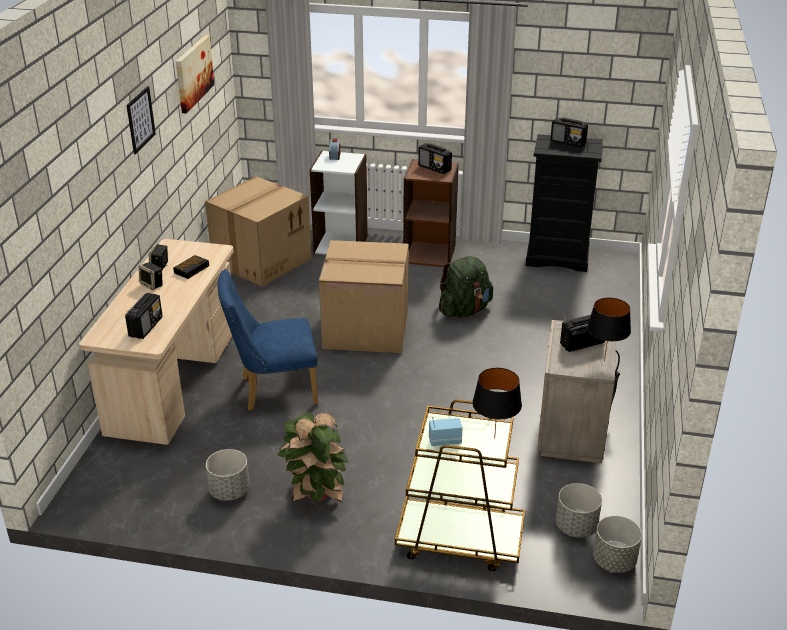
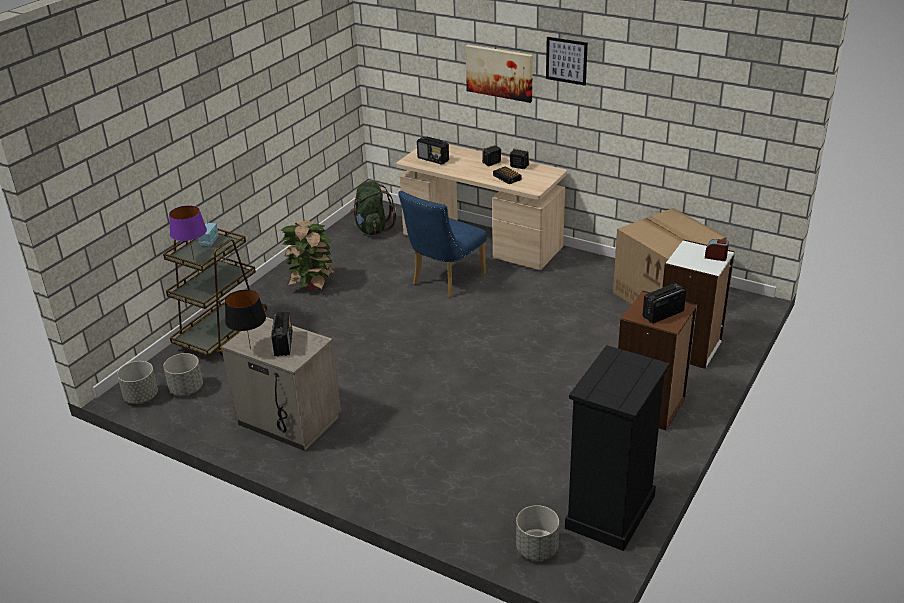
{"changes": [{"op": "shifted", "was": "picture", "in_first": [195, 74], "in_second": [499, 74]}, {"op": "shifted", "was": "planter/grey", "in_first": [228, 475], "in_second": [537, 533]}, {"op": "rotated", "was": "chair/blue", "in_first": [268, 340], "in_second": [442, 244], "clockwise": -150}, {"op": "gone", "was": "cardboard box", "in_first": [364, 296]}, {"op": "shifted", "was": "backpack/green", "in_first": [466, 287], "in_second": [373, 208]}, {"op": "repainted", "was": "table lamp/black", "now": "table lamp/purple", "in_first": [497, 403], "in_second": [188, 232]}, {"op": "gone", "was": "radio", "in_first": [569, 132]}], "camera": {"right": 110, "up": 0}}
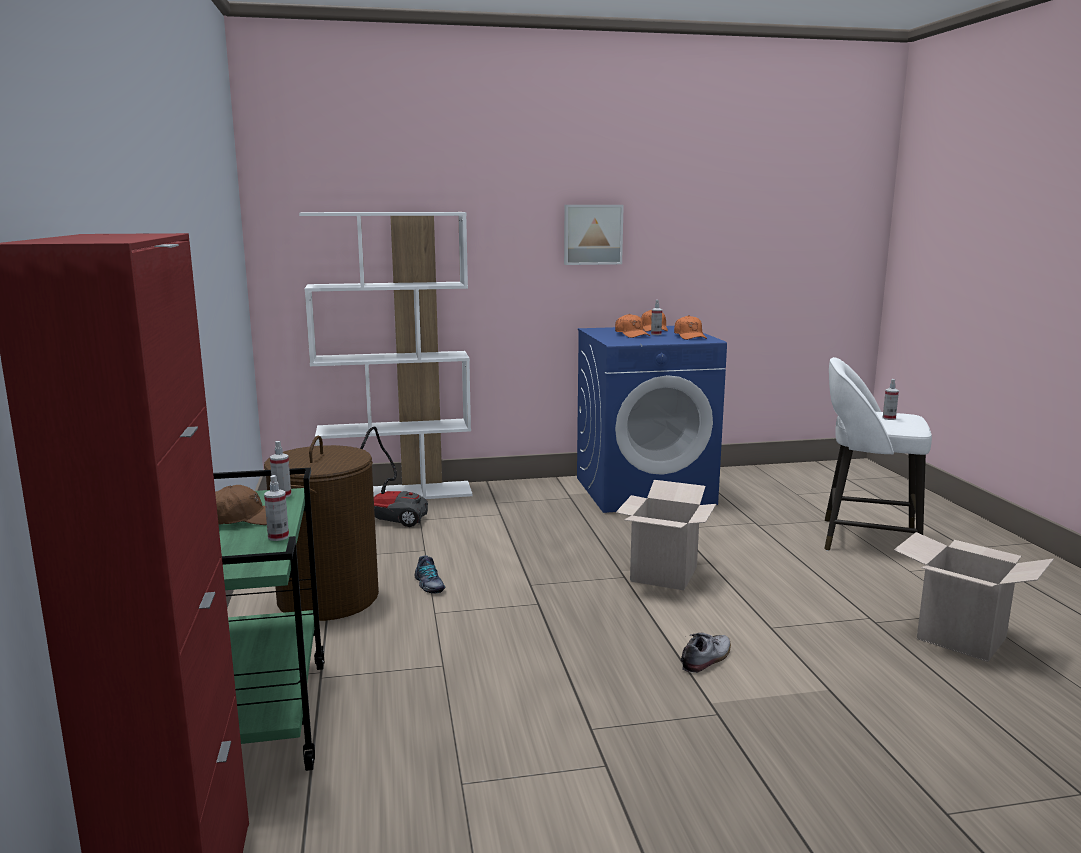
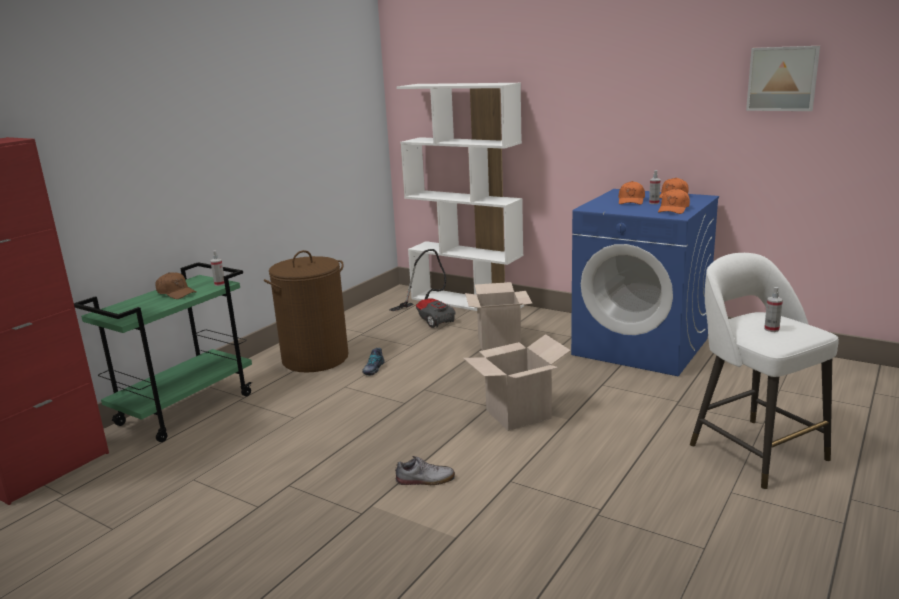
{"changes": [{"op": "gone", "was": "spray bottle", "in_first": [276, 508]}, {"op": "shifted", "was": "picture", "in_first": [594, 235], "in_second": [783, 78]}, {"op": "shifted", "was": "cardboard box", "in_first": [974, 597], "in_second": [498, 316]}], "camera": {"right": 45, "up": 5}}
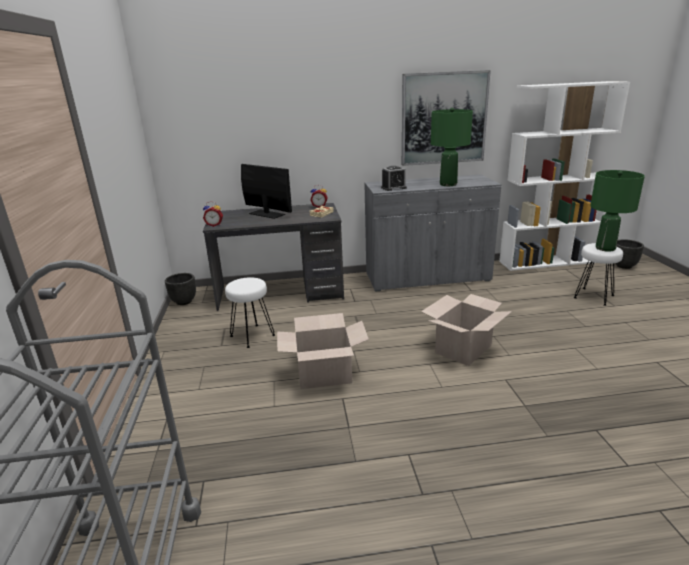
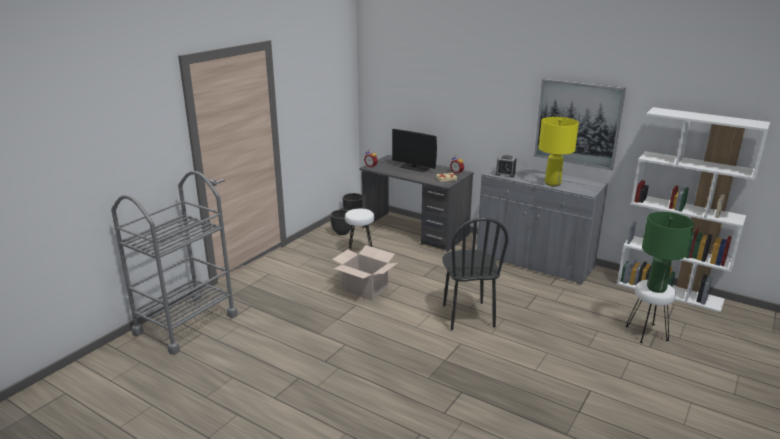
{"changes": [{"op": "rotated", "was": "monitor", "in_first": [266, 191], "in_second": [414, 150], "clockwise": 135}, {"op": "swapped", "was": "cardboard box", "now": "chair/black", "in_first": [466, 330], "in_second": [475, 273]}, {"op": "repainted", "was": "table lamp/green", "now": "table lamp/yellow", "in_first": [452, 147], "in_second": [559, 151]}, {"op": "shifted", "was": "planter/black", "in_first": [630, 254], "in_second": [341, 222]}], "camera": {"right": 40, "up": 0}}
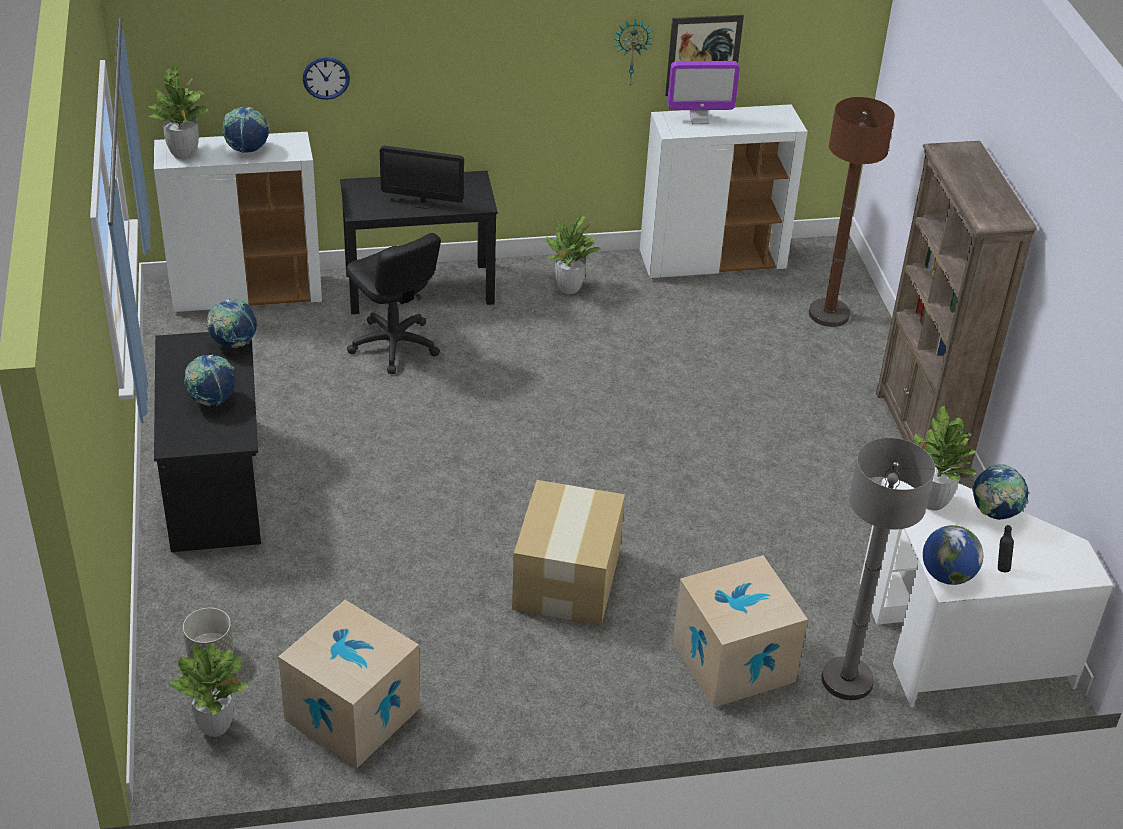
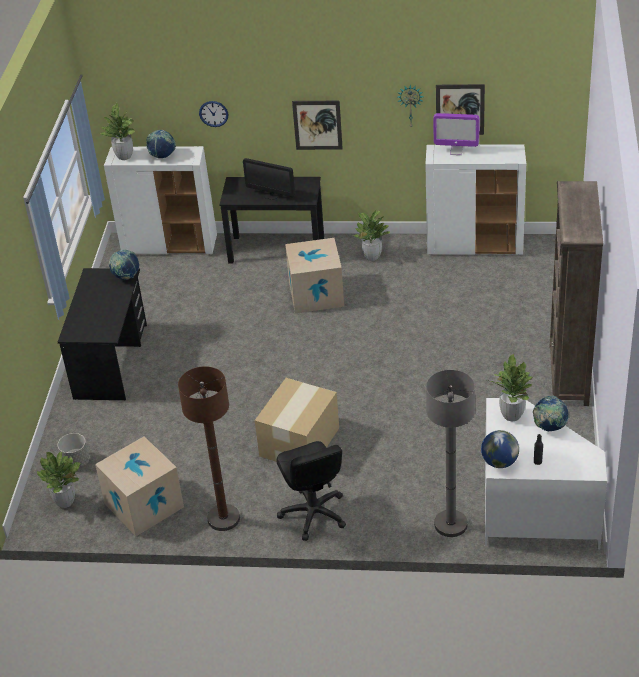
{"changes": [{"op": "gone", "was": "globe", "in_first": [209, 380]}, {"op": "shifted", "was": "office chair/black", "in_first": [393, 303], "in_second": [311, 491]}, {"op": "shifted", "was": "cardboard box", "in_first": [740, 631], "in_second": [314, 275]}, {"op": "shifted", "was": "floor lamp/brown", "in_first": [852, 212], "in_second": [209, 448]}, {"op": "new", "now": "picture", "in_second": [317, 125]}], "camera": {"right": 20, "up": 0}}
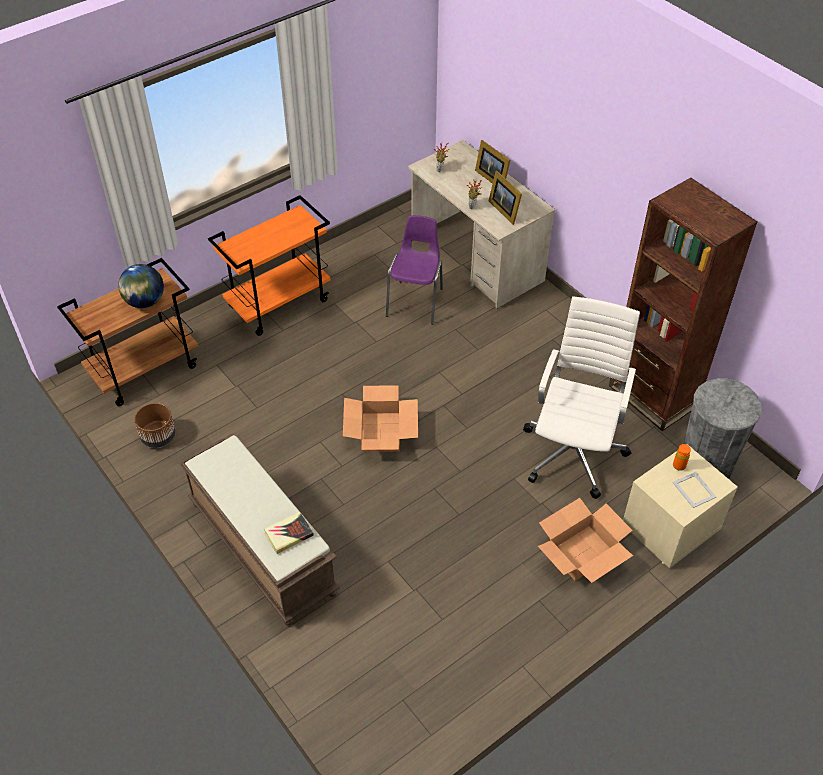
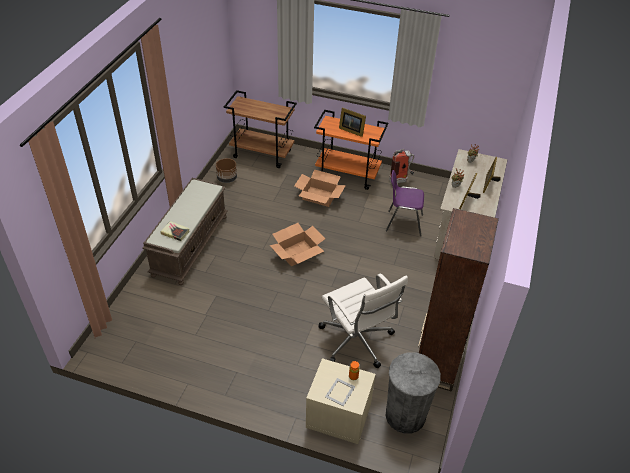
{"changes": [{"op": "gone", "was": "globe", "in_first": [141, 286]}, {"op": "rotated", "was": "chair/purple", "in_first": [414, 270], "in_second": [405, 203], "clockwise": -150}, {"op": "rotated", "was": "office chair/white", "in_first": [581, 397], "in_second": [363, 320], "clockwise": 75}, {"op": "shifted", "was": "cardboard box", "in_first": [585, 540], "in_second": [320, 188]}, {"op": "new", "now": "picture frame", "in_second": [352, 122]}, {"op": "new", "now": "fire extinguisher", "in_second": [401, 166]}], "camera": {"right": 55, "up": -5}}
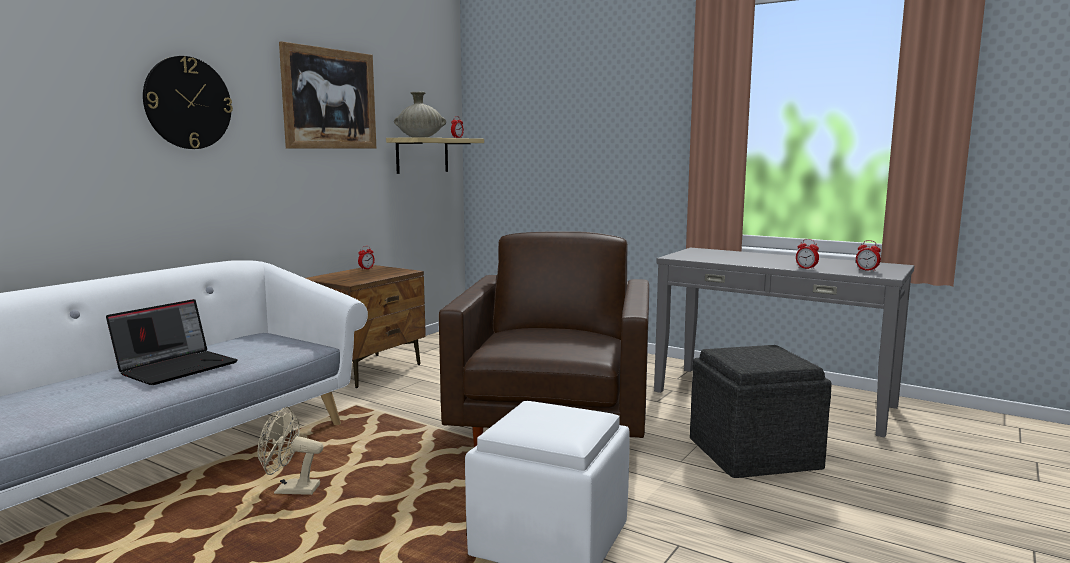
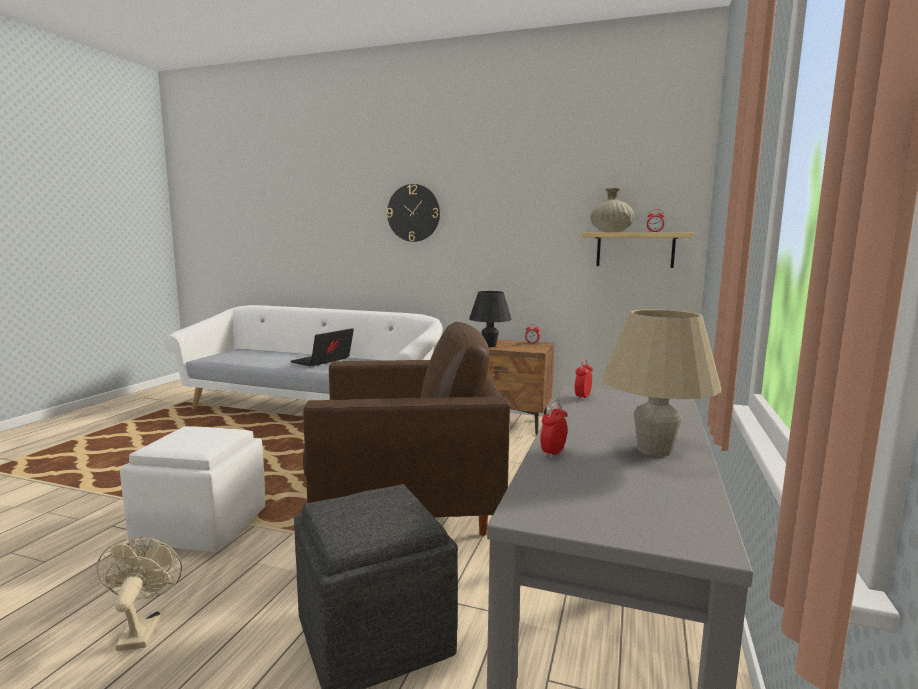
{"changes": [{"op": "rotated", "was": "laptop", "in_first": [172, 342], "in_second": [322, 347], "clockwise": 105}, {"op": "shifted", "was": "fan/beige", "in_first": [290, 451], "in_second": [139, 594]}, {"op": "gone", "was": "picture", "in_first": [327, 95]}, {"op": "shifted", "was": "alarm clock", "in_first": [868, 256], "in_second": [584, 379]}, {"op": "new", "now": "table lamp/black", "in_second": [490, 319]}, {"op": "new", "now": "table lamp/beige", "in_second": [661, 383]}], "camera": {"right": 75, "up": 0}}
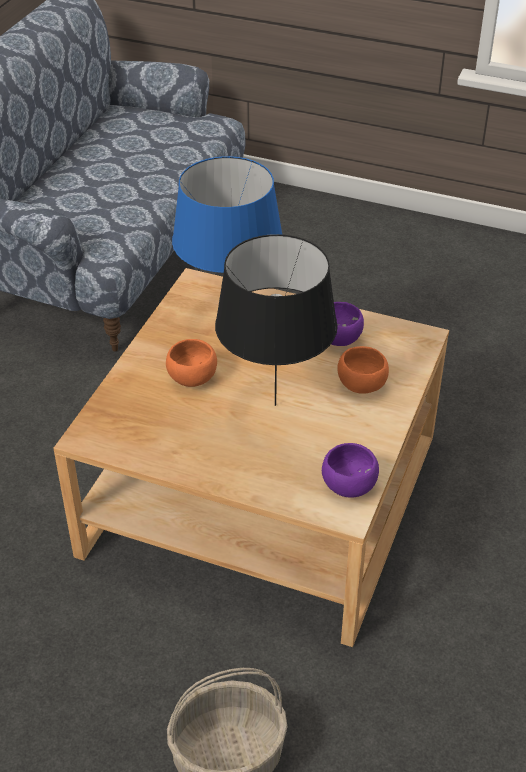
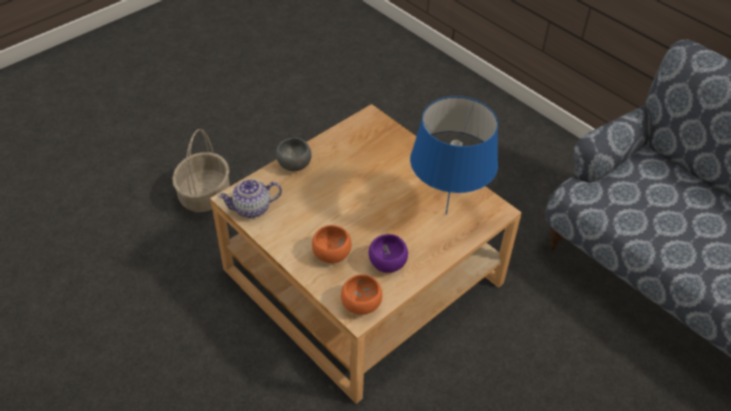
{"changes": [{"op": "shifted", "was": "bowl/orange", "in_first": [191, 363], "in_second": [361, 294]}, {"op": "gone", "was": "table lamp/black", "in_first": [276, 320]}, {"op": "swapped", "was": "bowl/purple", "now": "teapot", "in_first": [350, 470], "in_second": [250, 198]}, {"op": "new", "now": "bowl/grey", "in_second": [294, 154]}], "camera": {"right": 115, "up": 5}}
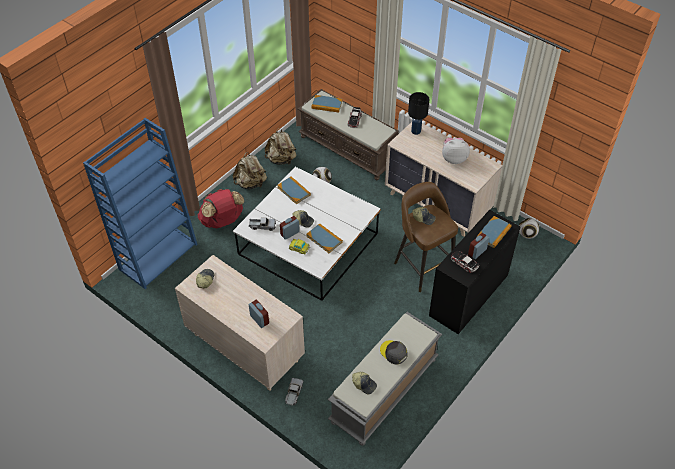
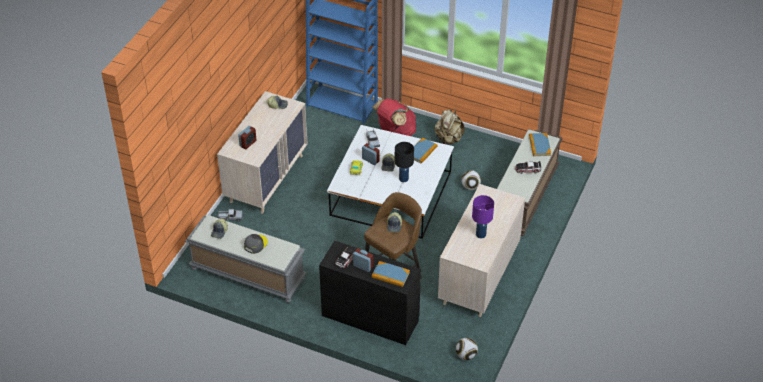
{"changes": [{"op": "gone", "was": "backpack/beige", "in_first": [280, 146]}, {"op": "gone", "was": "book", "in_first": [324, 238]}, {"op": "shifted", "was": "table lamp/black", "in_first": [418, 113], "in_second": [404, 162]}, {"op": "swapped", "was": "plush toy", "now": "table lamp/purple", "in_first": [456, 151], "in_second": [483, 217]}], "camera": {"right": 75, "up": -5}}
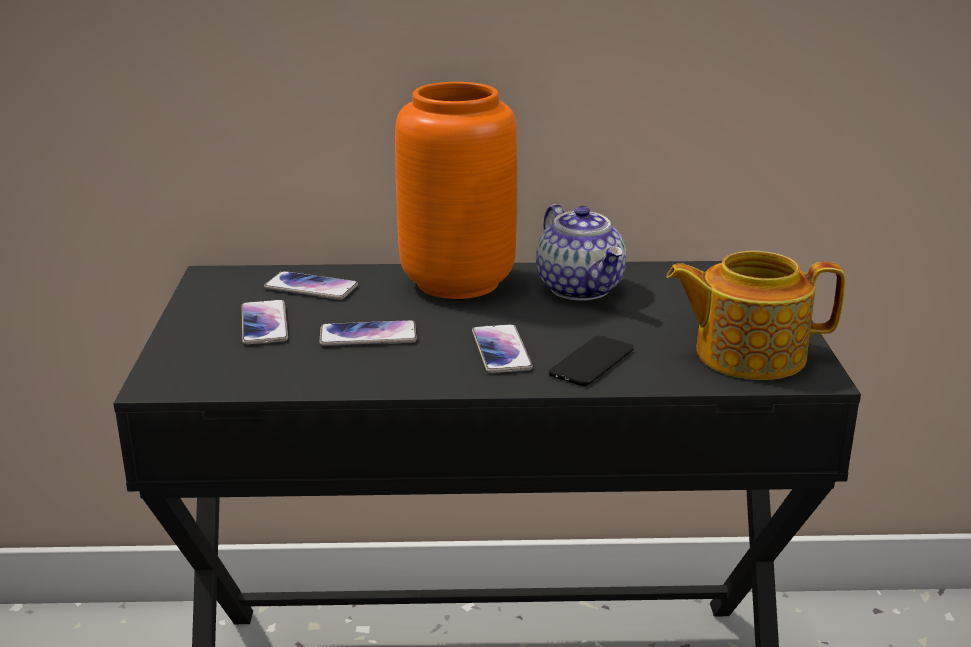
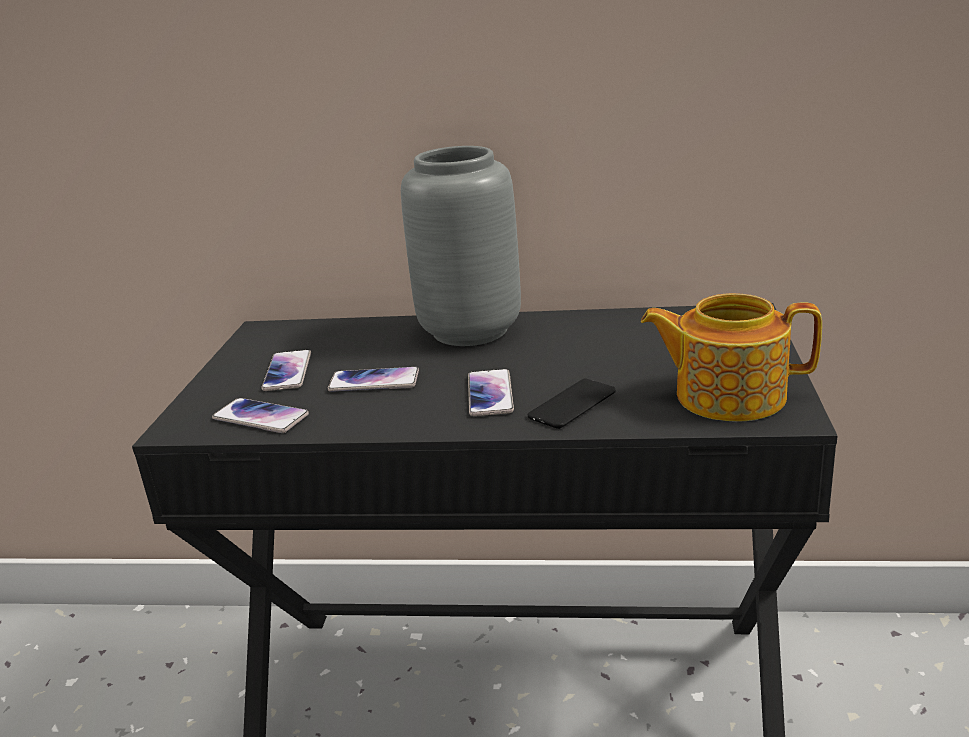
{"changes": [{"op": "shifted", "was": "phone", "in_first": [311, 285], "in_second": [260, 415]}, {"op": "repainted", "was": "vase/orange", "now": "vase/grey", "in_first": [456, 190], "in_second": [461, 246]}, {"op": "gone", "was": "teapot", "in_first": [581, 252]}], "camera": {"right": 10, "up": 0}}
